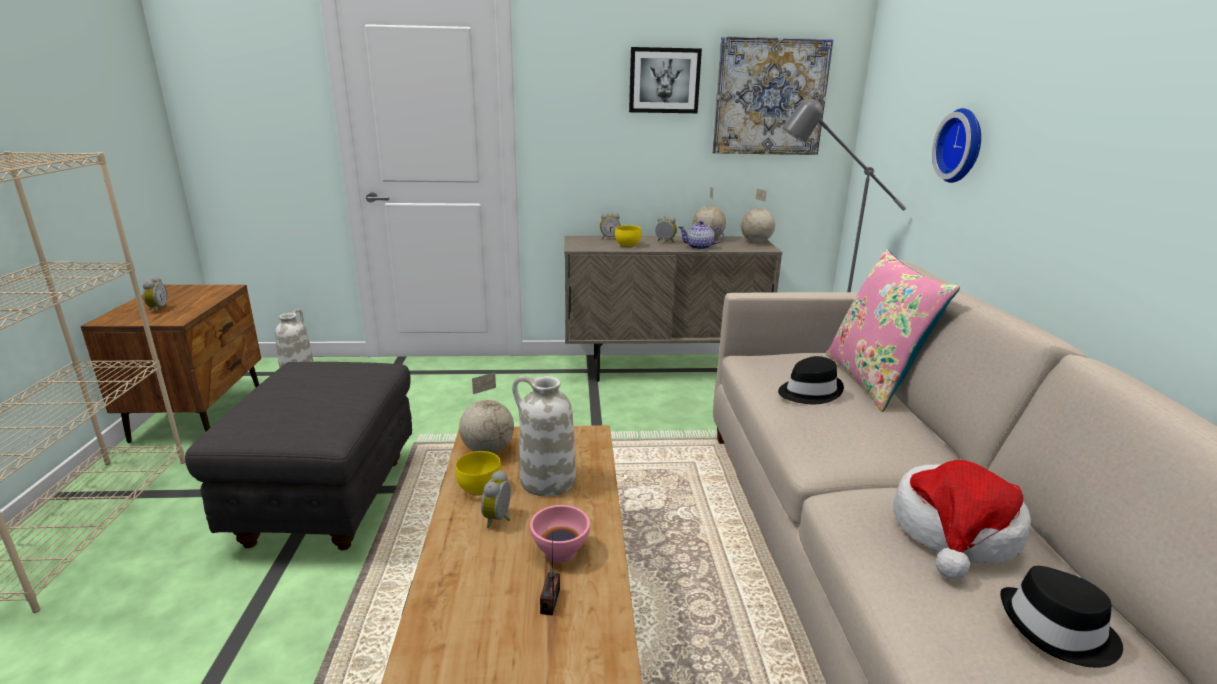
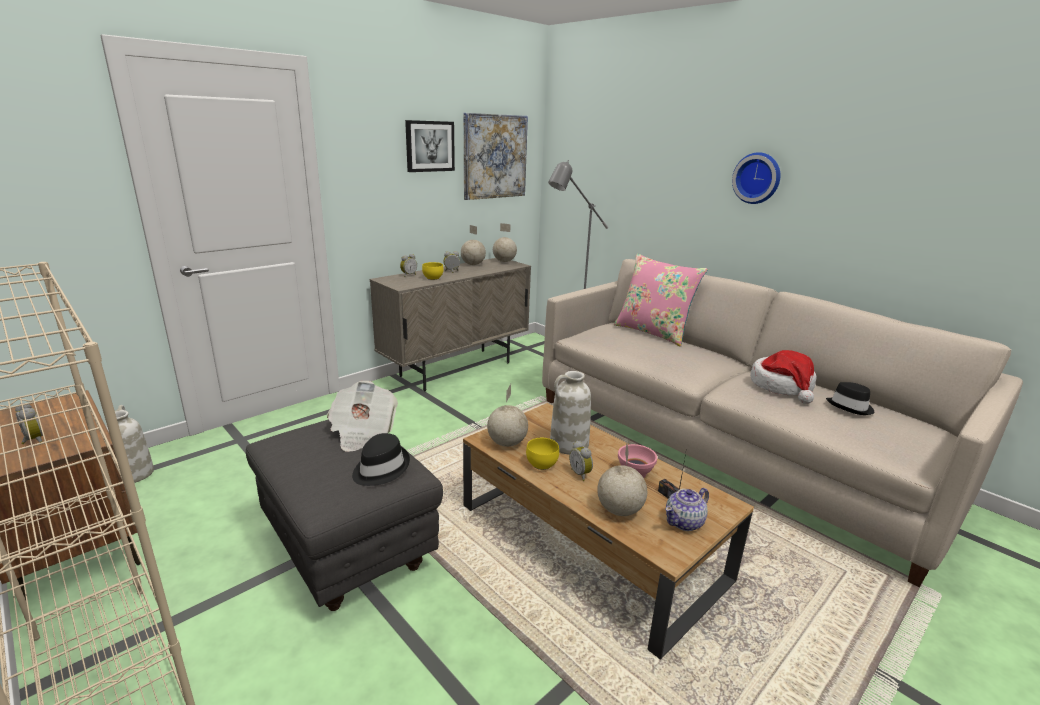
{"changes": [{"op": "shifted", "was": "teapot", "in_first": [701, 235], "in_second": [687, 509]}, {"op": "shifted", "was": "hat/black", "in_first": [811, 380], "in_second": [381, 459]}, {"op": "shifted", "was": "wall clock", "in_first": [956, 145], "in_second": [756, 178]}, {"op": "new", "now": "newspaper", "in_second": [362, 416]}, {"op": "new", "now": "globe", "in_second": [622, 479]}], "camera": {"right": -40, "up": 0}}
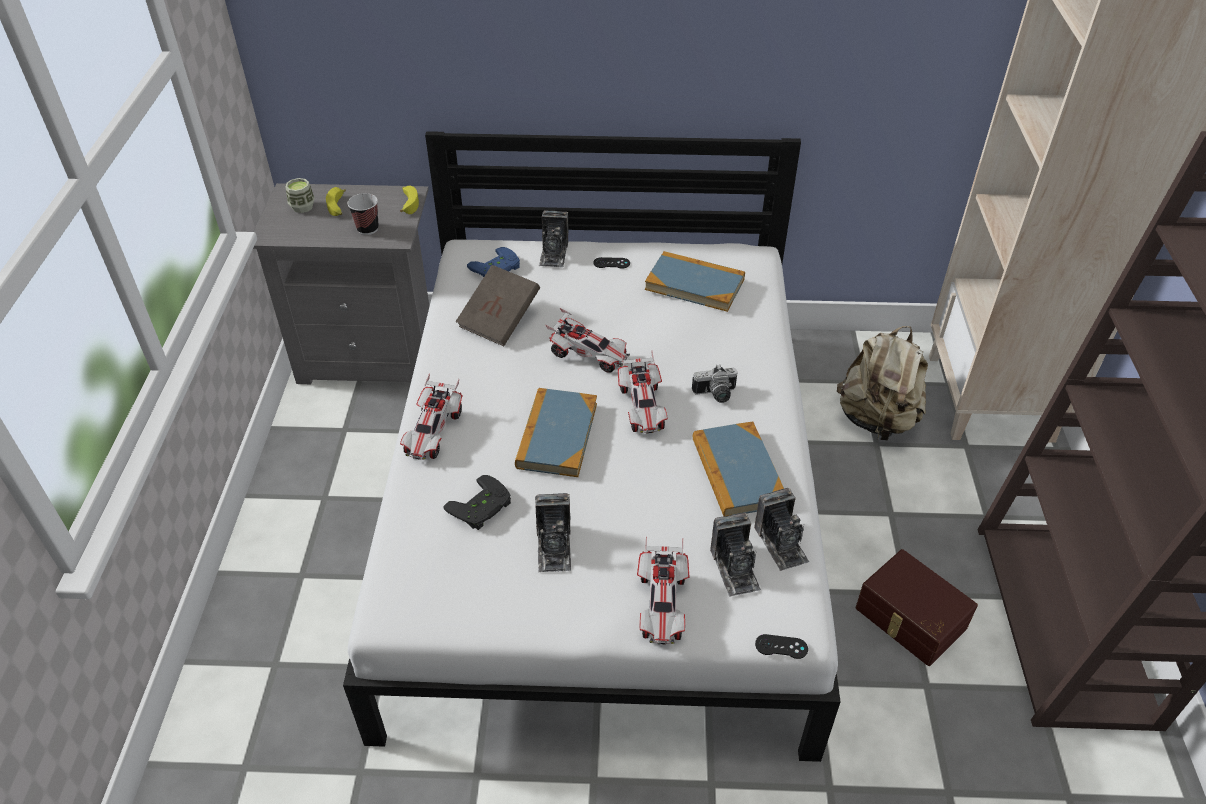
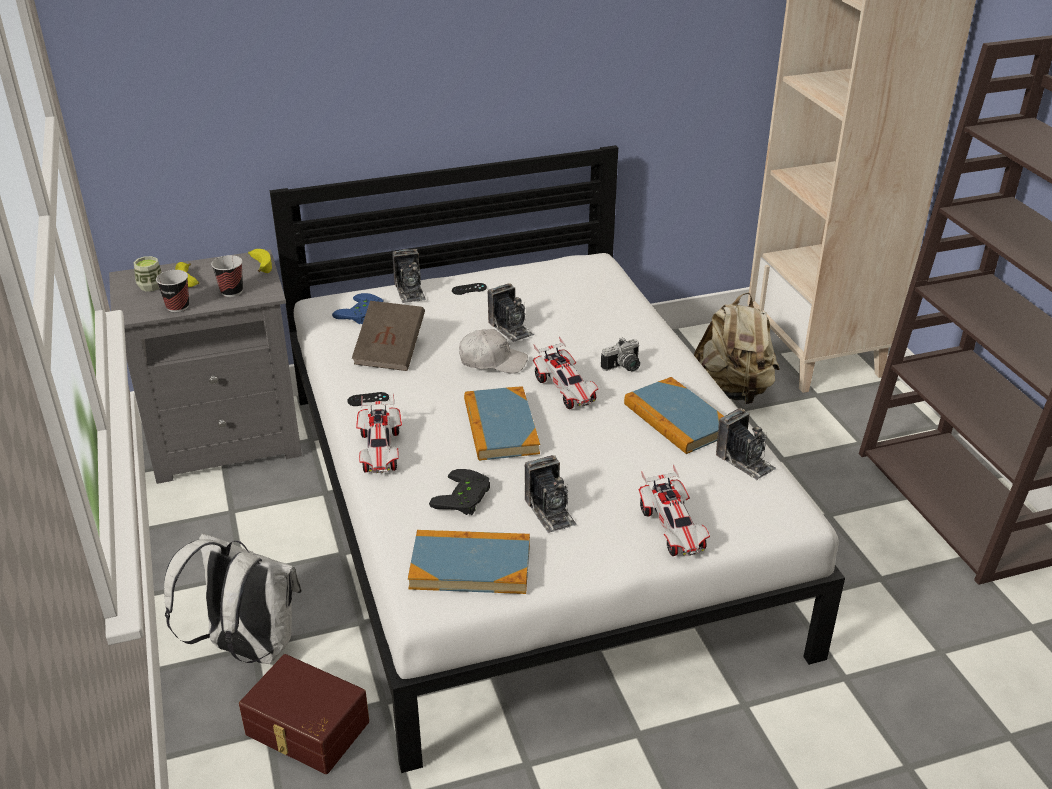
{"changes": [{"op": "swapped", "was": "toy car", "now": "cap/white", "in_first": [587, 340], "in_second": [493, 351]}, {"op": "shifted", "was": "book", "in_first": [695, 281], "in_second": [469, 562]}, {"op": "shifted", "was": "photo camera", "in_first": [735, 554], "in_second": [511, 312]}, {"op": "shifted", "was": "game controller/black", "in_first": [781, 646], "in_second": [368, 399]}, {"op": "shifted", "was": "storage box/brown", "in_first": [916, 607], "in_second": [304, 714]}, {"op": "new", "now": "cup", "in_second": [172, 291]}, {"op": "new", "now": "backpack/white", "in_second": [233, 598]}], "camera": {"right": -20, "up": -10}}
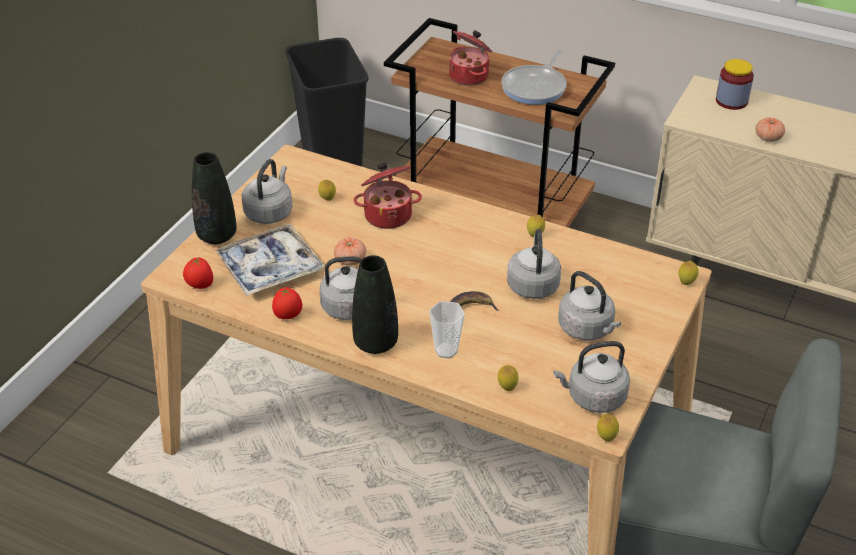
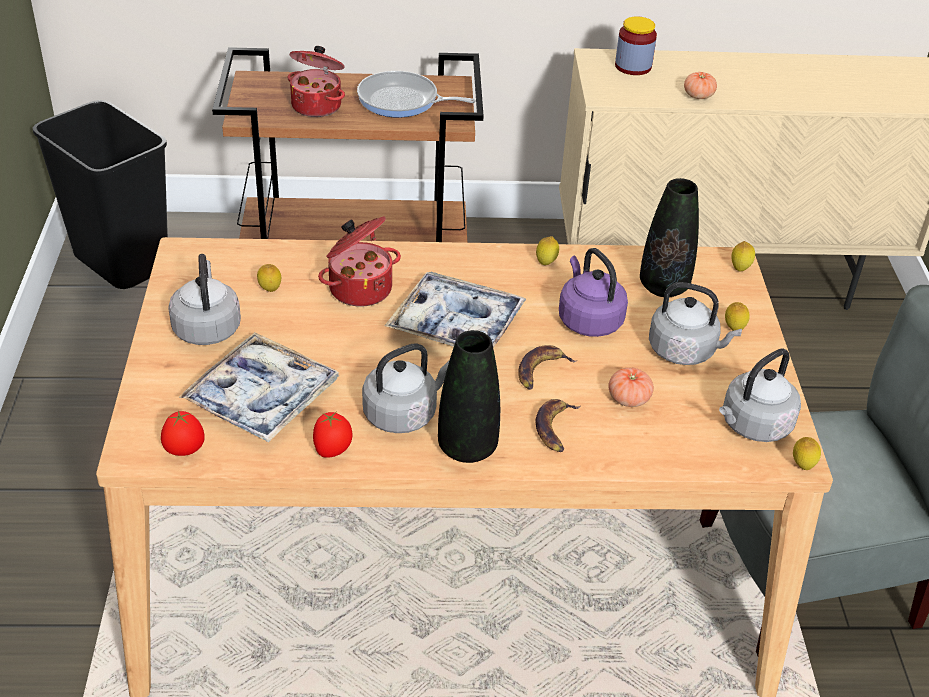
{"changes": [{"op": "shifted", "was": "vase/black", "in_first": [214, 198], "in_second": [669, 237]}, {"op": "shifted", "was": "tomato", "in_first": [350, 251], "in_second": [631, 387]}, {"op": "swapped", "was": "cup", "now": "banana", "in_first": [447, 330], "in_second": [558, 425]}, {"op": "shifted", "was": "lemon", "in_first": [508, 378], "in_second": [737, 316]}, {"op": "rotated", "was": "frying pan", "in_first": [534, 77], "in_second": [416, 94], "clockwise": 105}, {"op": "repainted", "was": "kettle/grey", "now": "kettle/purple", "in_first": [534, 264], "in_second": [593, 292]}, {"op": "new", "now": "tray", "in_second": [455, 310]}], "camera": {"right": -30, "up": 0}}
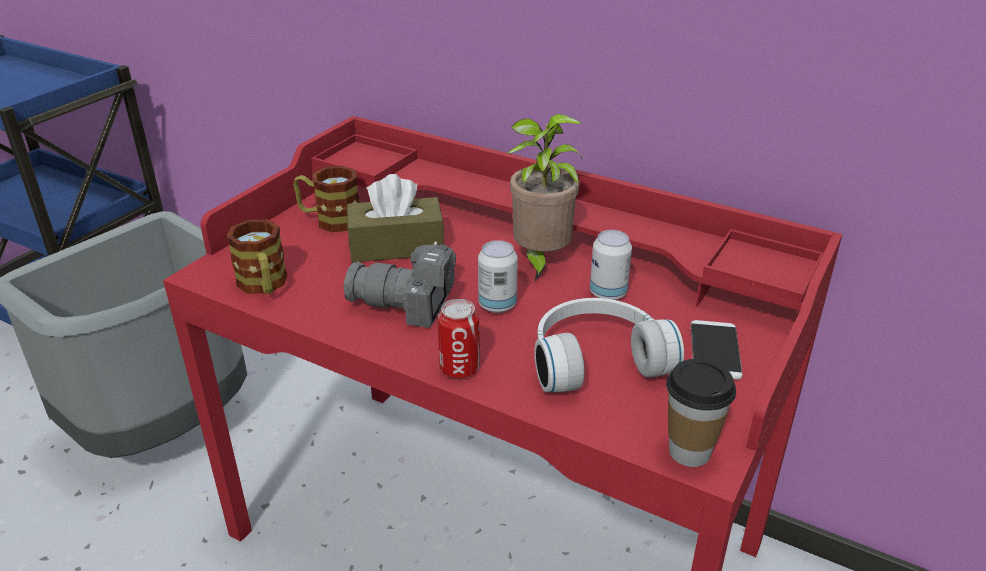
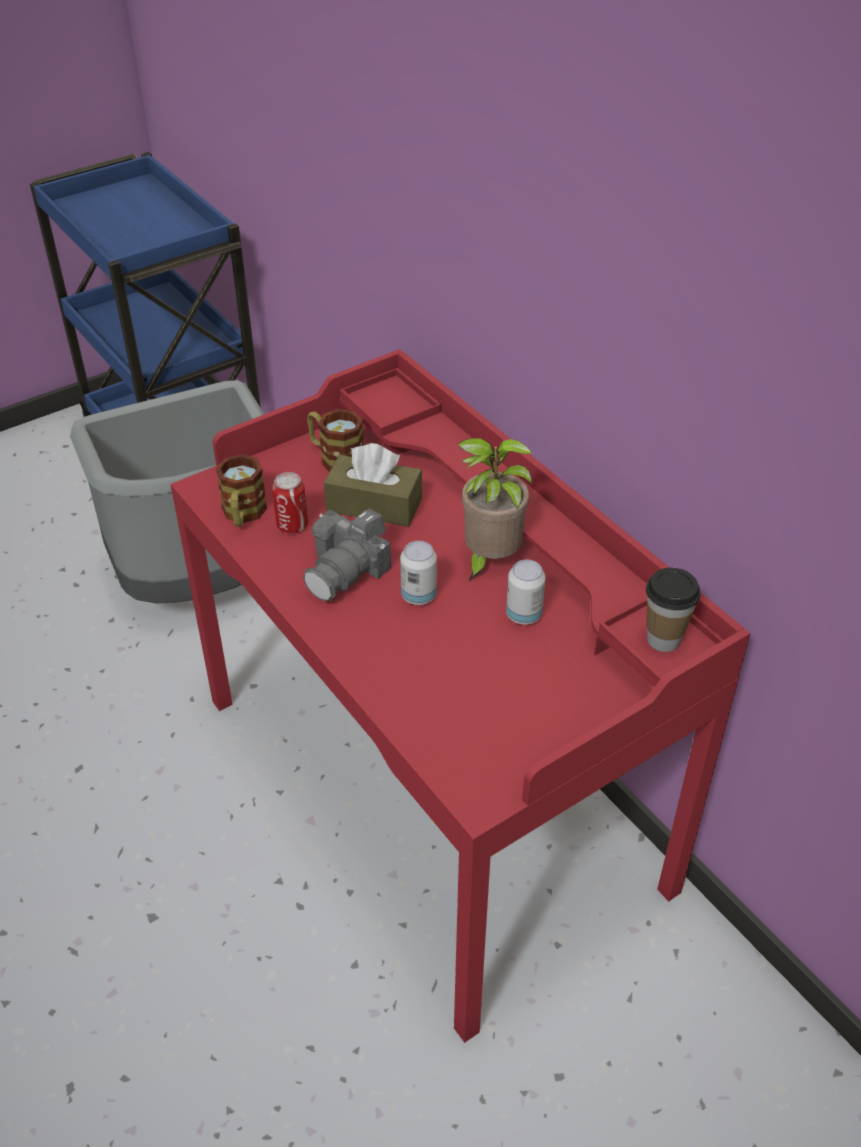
{"changes": [{"op": "rotated", "was": "photo camera", "in_first": [400, 285], "in_second": [347, 555], "clockwise": -90}, {"op": "shifted", "was": "can", "in_first": [459, 338], "in_second": [290, 502]}, {"op": "gone", "was": "headphones/white", "in_first": [609, 345]}, {"op": "shifted", "was": "cup", "in_first": [701, 413], "in_second": [673, 610]}, {"op": "gone", "was": "phone", "in_first": [716, 350]}], "camera": {"right": 25, "up": 10}}
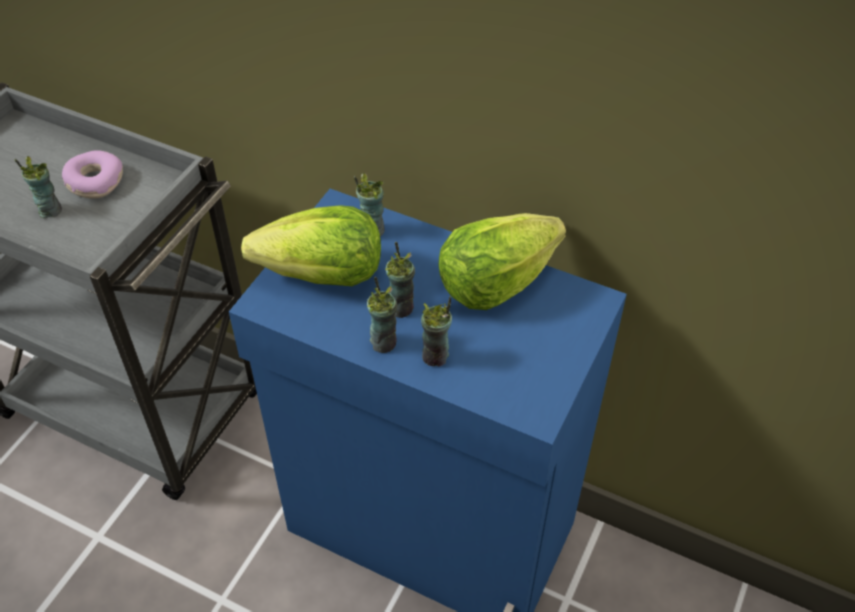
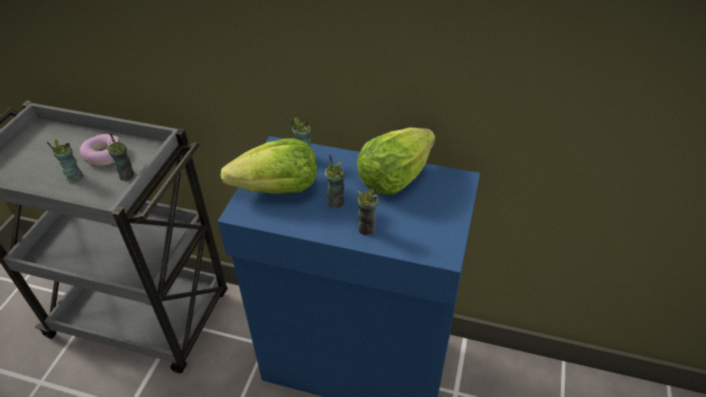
{"changes": [{"op": "shifted", "was": "cup", "in_first": [382, 315], "in_second": [120, 156]}], "camera": {"right": -10, "up": -5}}
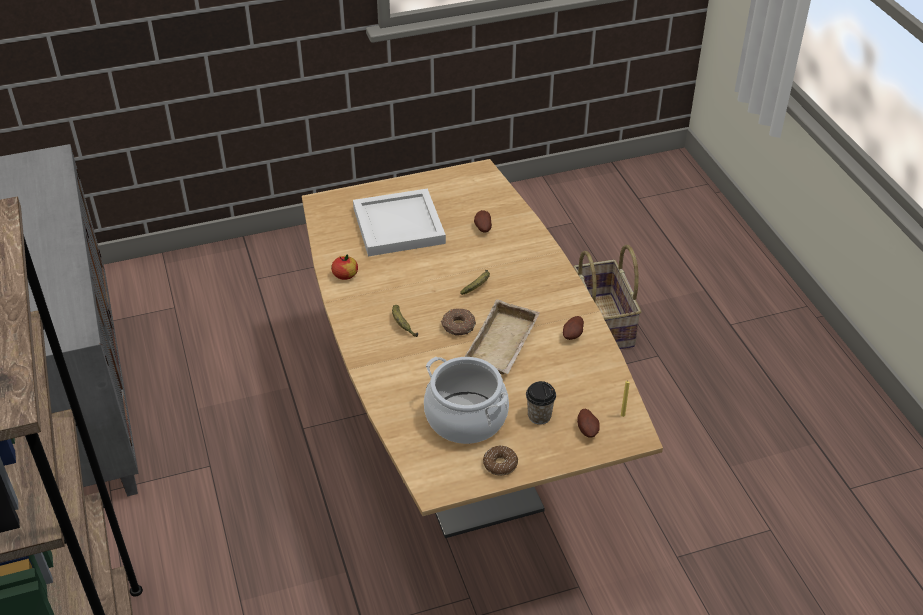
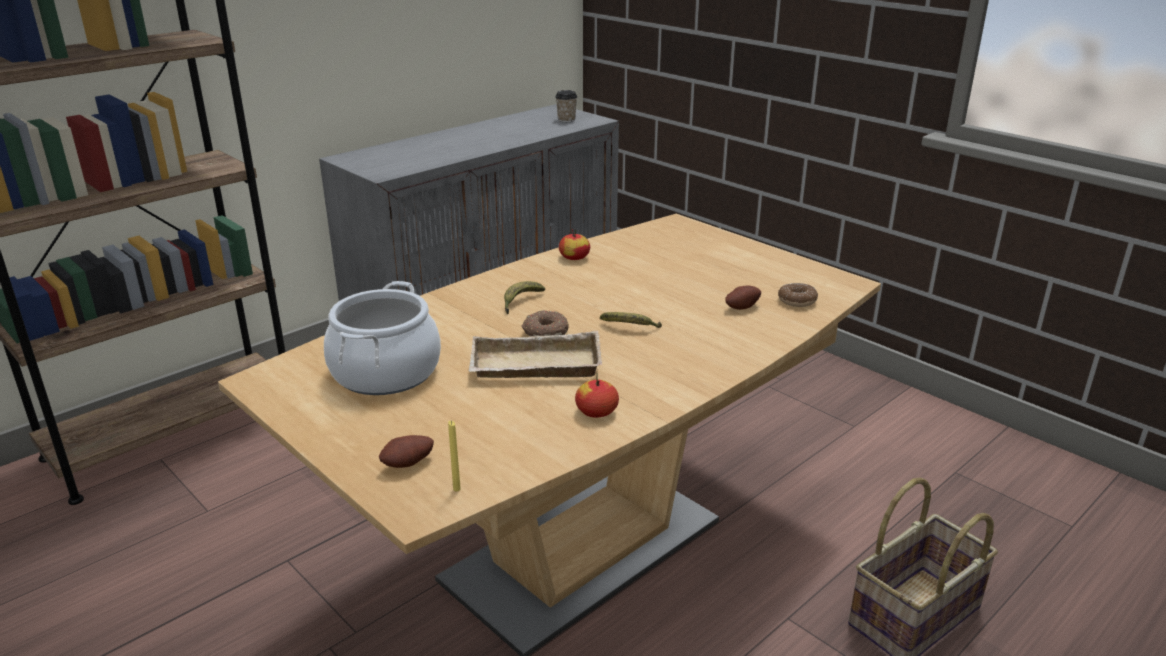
{"changes": [{"op": "gone", "was": "tray/white", "in_first": [399, 222]}, {"op": "shifted", "was": "donut", "in_first": [500, 461], "in_second": [798, 295]}, {"op": "shifted", "was": "cup", "in_first": [541, 403], "in_second": [566, 106]}, {"op": "swapped", "was": "potato", "now": "apple", "in_first": [573, 328], "in_second": [597, 396]}], "camera": {"right": 65, "up": -15}}
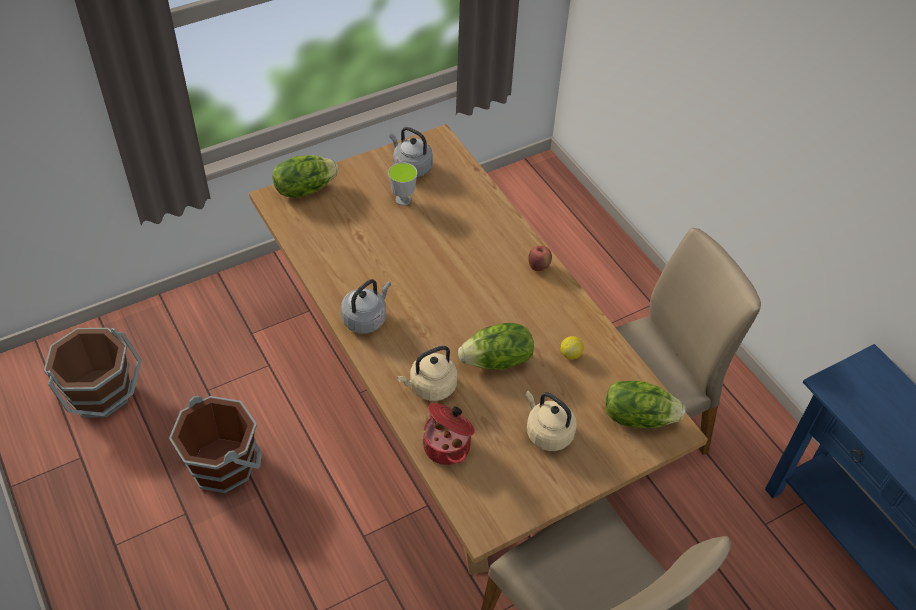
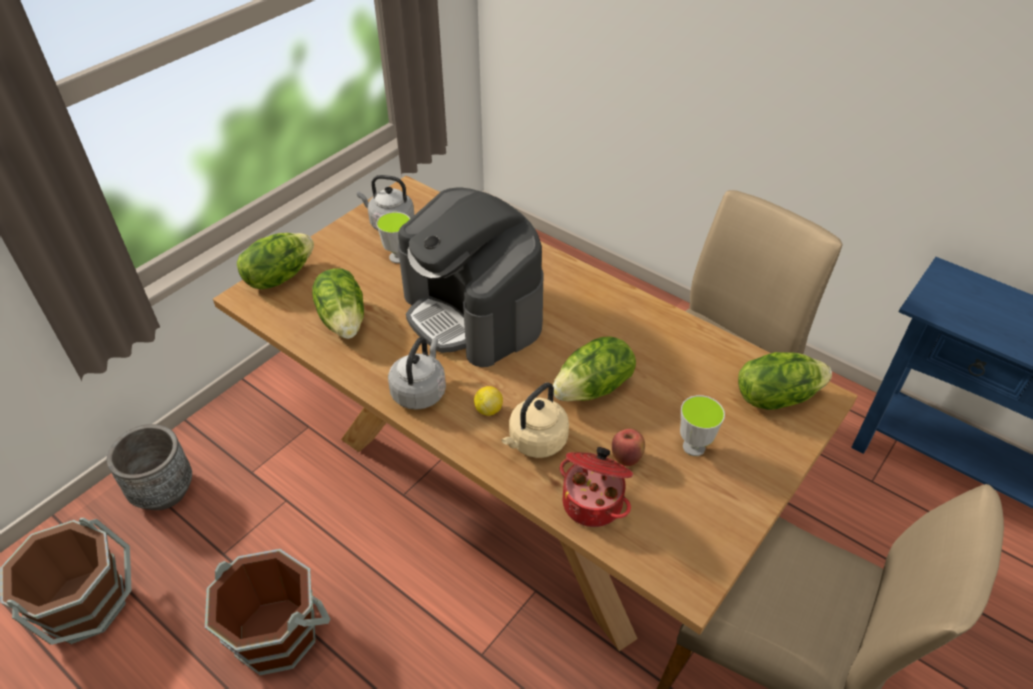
{"changes": [{"op": "swapped", "was": "kettle/beige", "now": "cup", "in_first": [551, 421], "in_second": [702, 425]}, {"op": "shifted", "was": "apple", "in_first": [540, 258], "in_second": [628, 447]}, {"op": "shifted", "was": "lemon", "in_first": [572, 347], "in_second": [488, 401]}, {"op": "new", "now": "planter/grey", "in_second": [149, 467]}, {"op": "new", "now": "lettuce", "in_second": [338, 303]}, {"op": "new", "now": "coffee machine", "in_second": [470, 277]}], "camera": {"right": -20, "up": -5}}
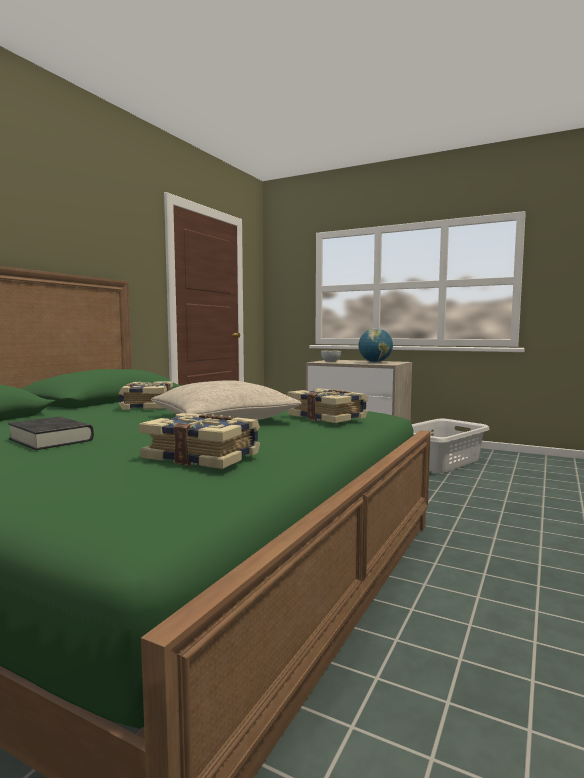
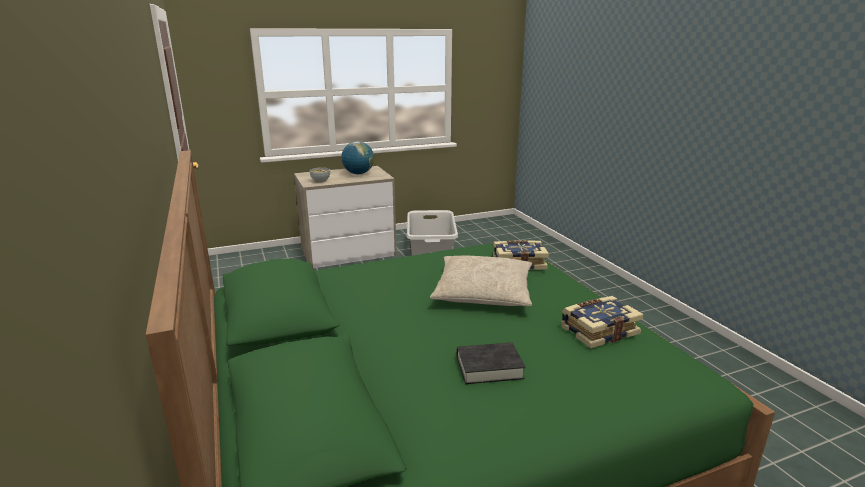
{"changes": [{"op": "gone", "was": "book", "in_first": [146, 395]}], "camera": {"right": -50, "up": 15}}
